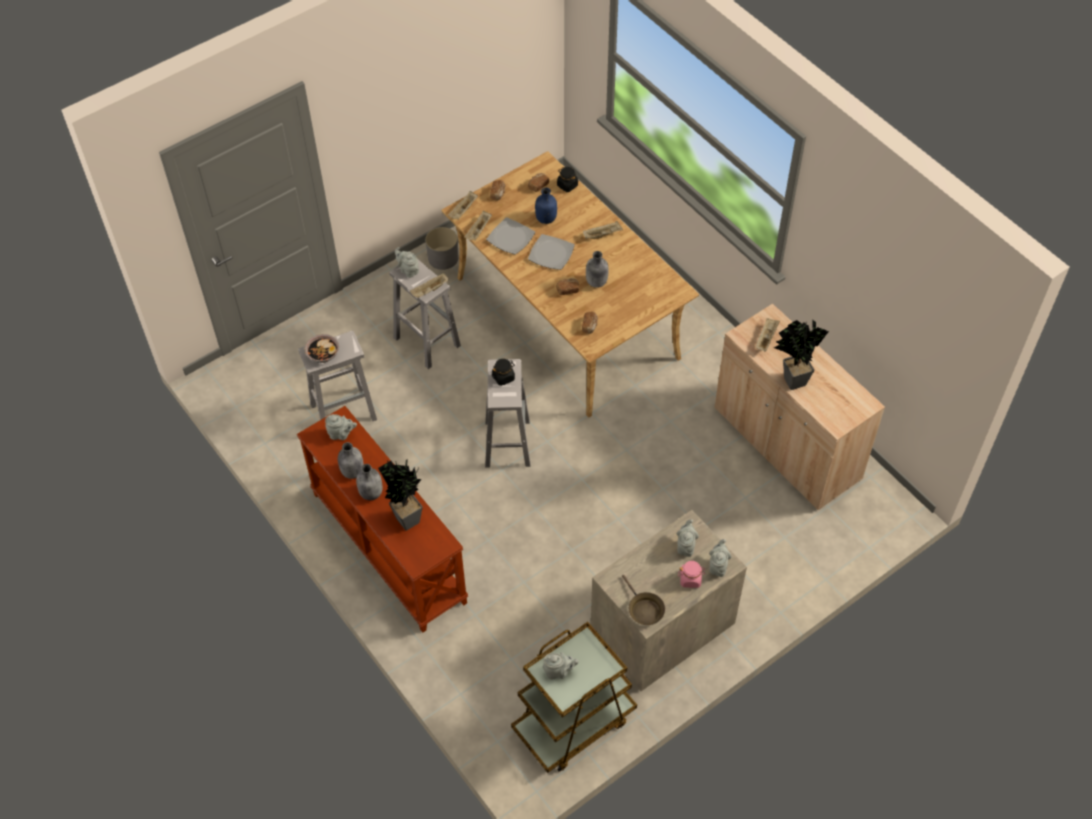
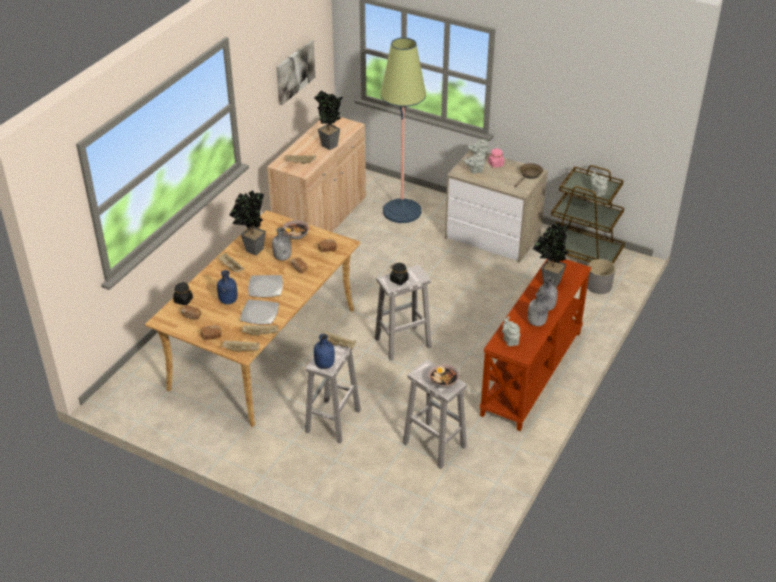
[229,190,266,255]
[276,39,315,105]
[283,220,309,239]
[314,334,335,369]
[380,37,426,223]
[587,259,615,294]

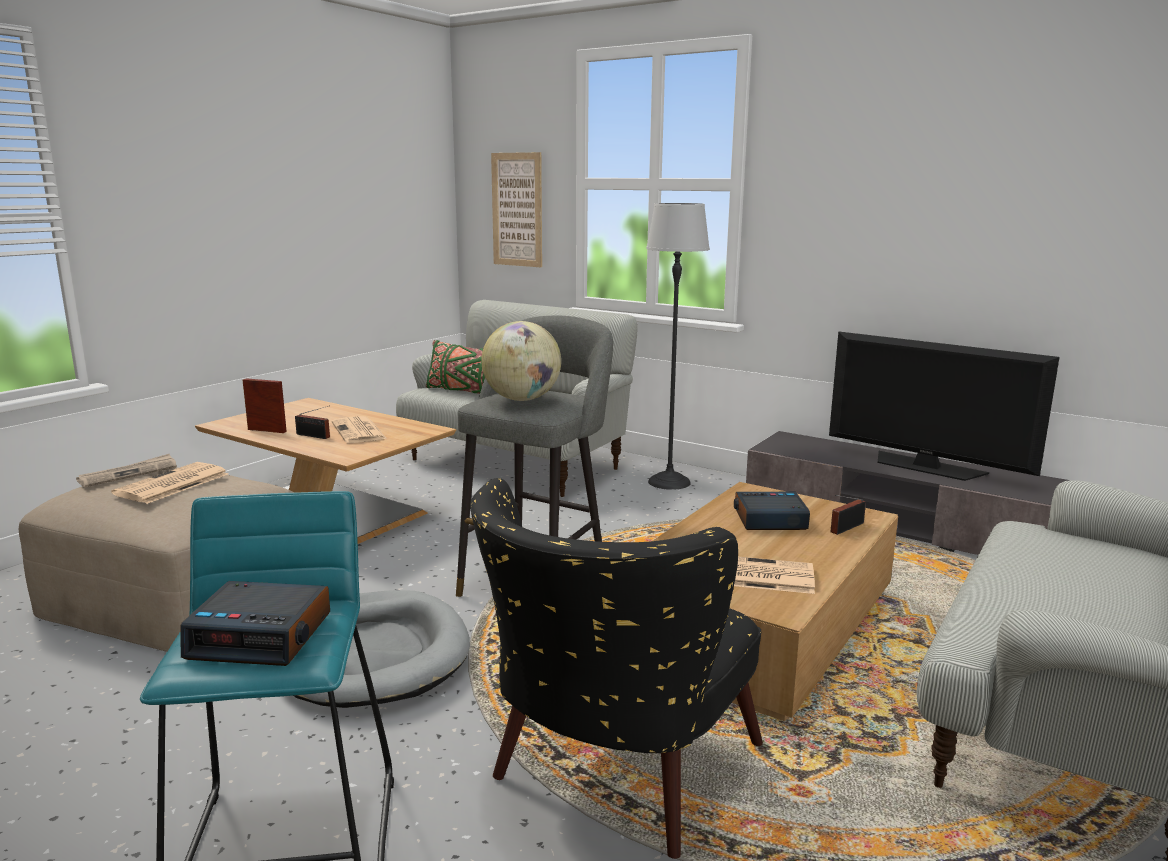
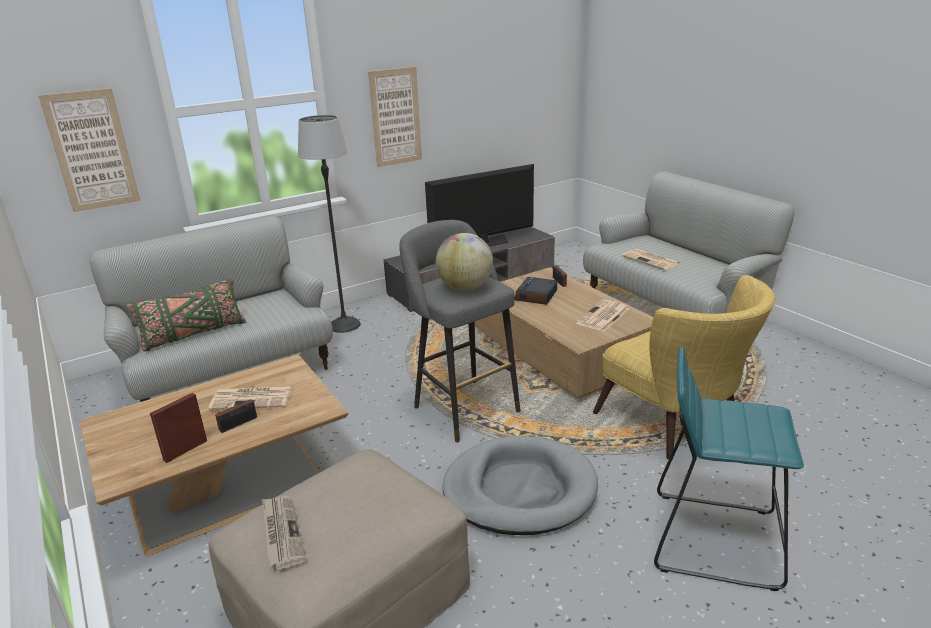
[368,67,422,167]
[593,275,776,460]
[622,249,680,270]
[181,581,330,666] (first image)

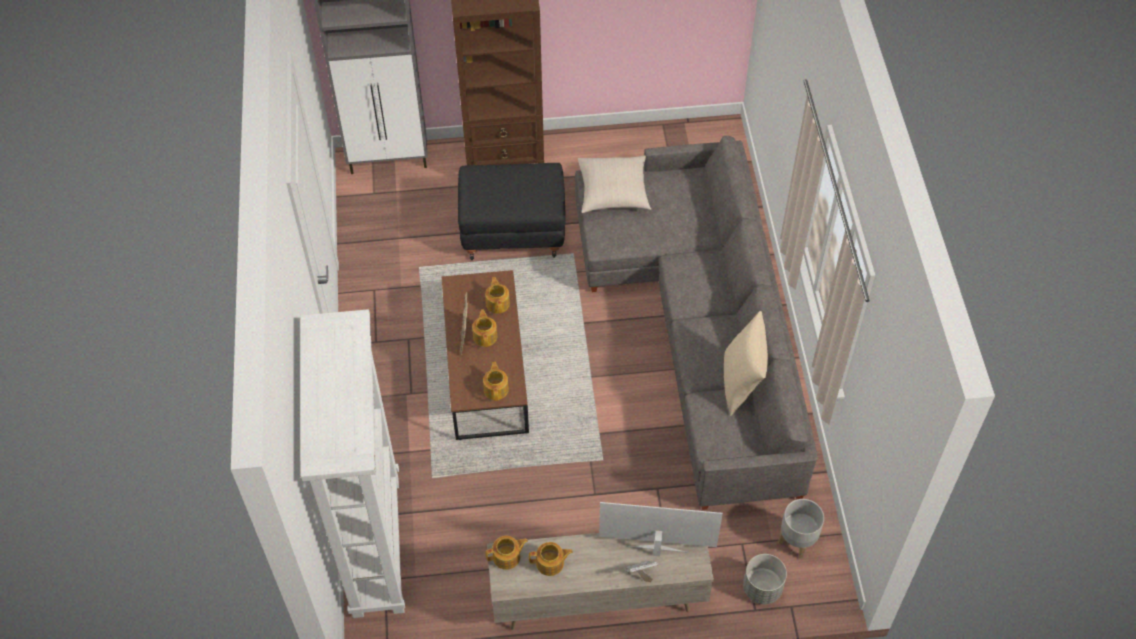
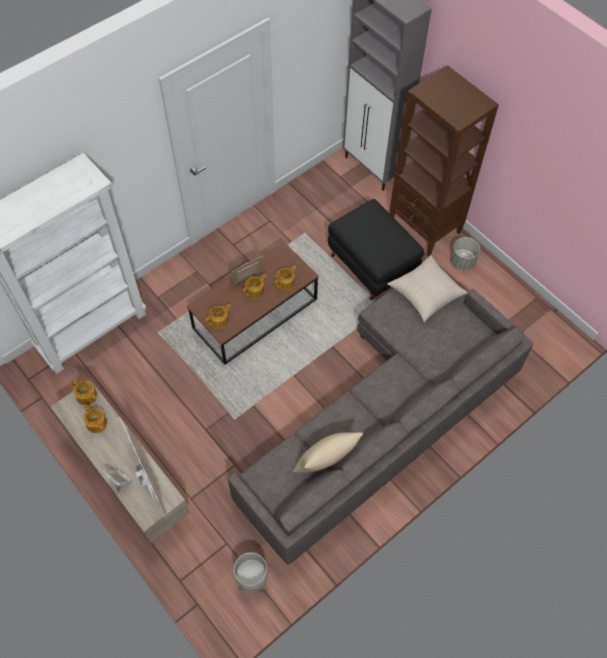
[450,237,480,270]

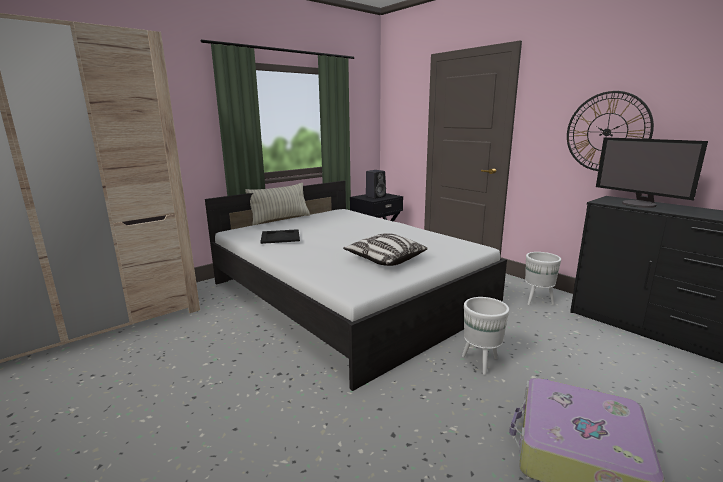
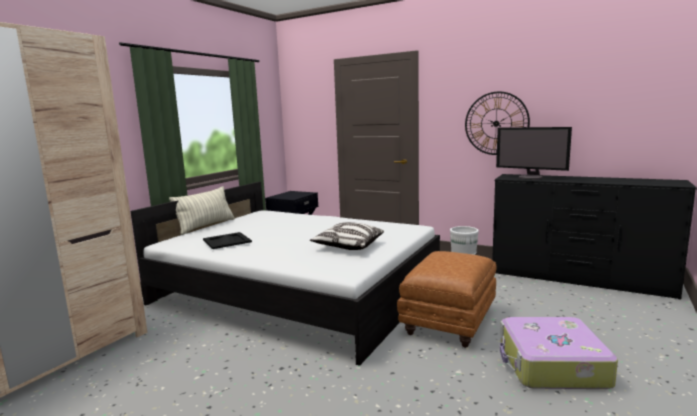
[397,251,497,347]
[366,170,386,198] (first image)

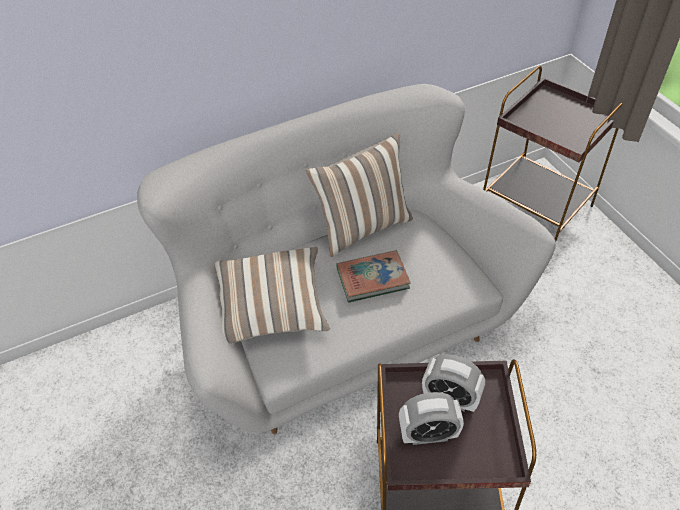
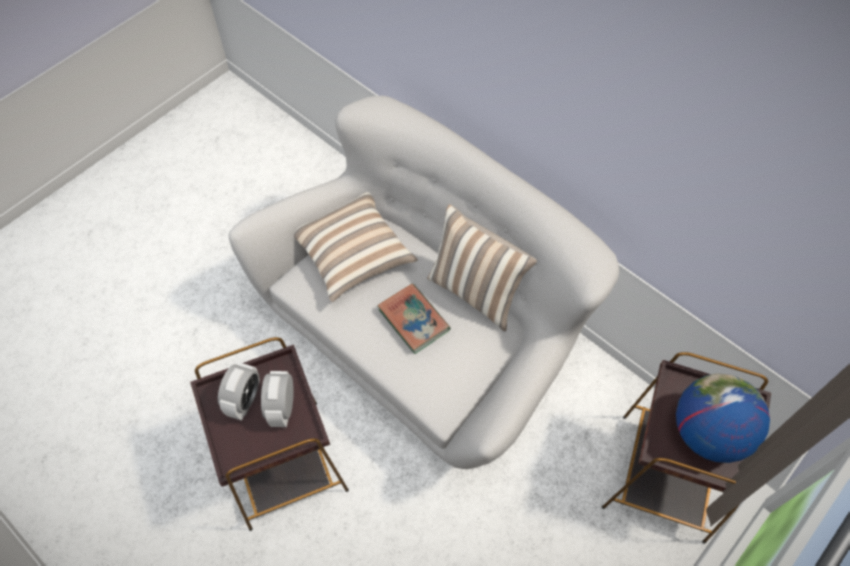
[218,362,260,421]
[676,373,770,463]

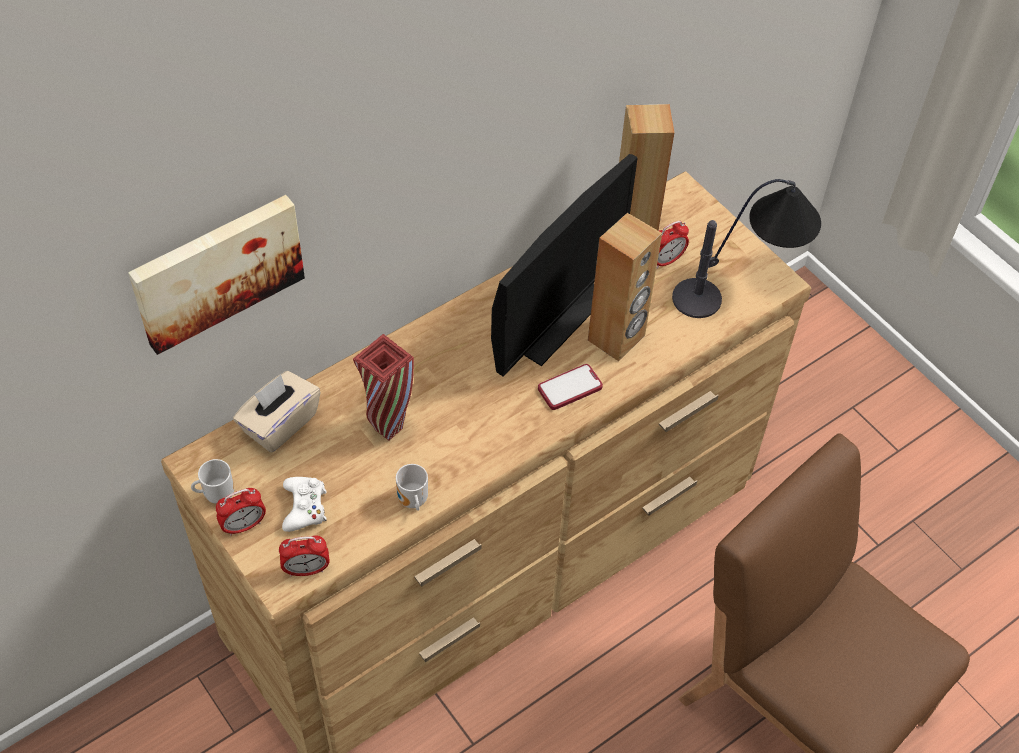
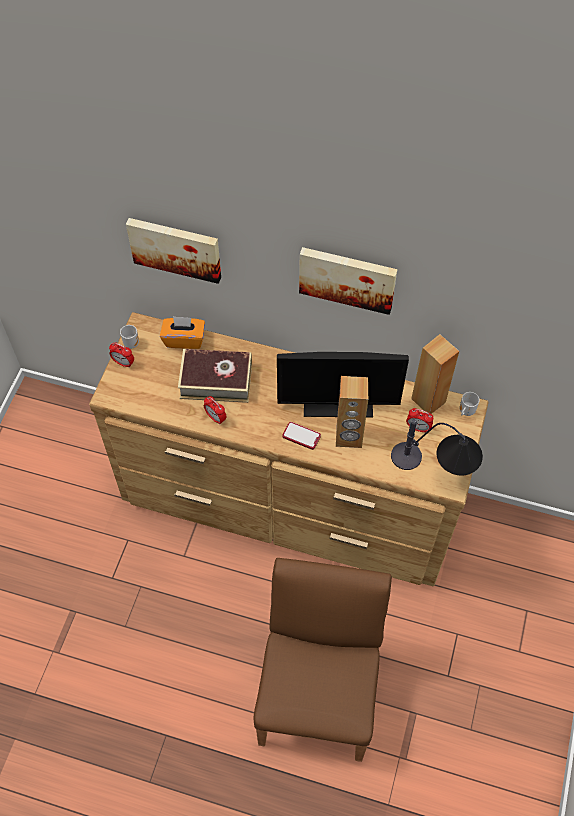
[160,316,205,349]
[178,349,252,403]
[204,396,226,425]
[299,247,397,315]
[460,392,480,416]
[282,477,327,532] (first image)

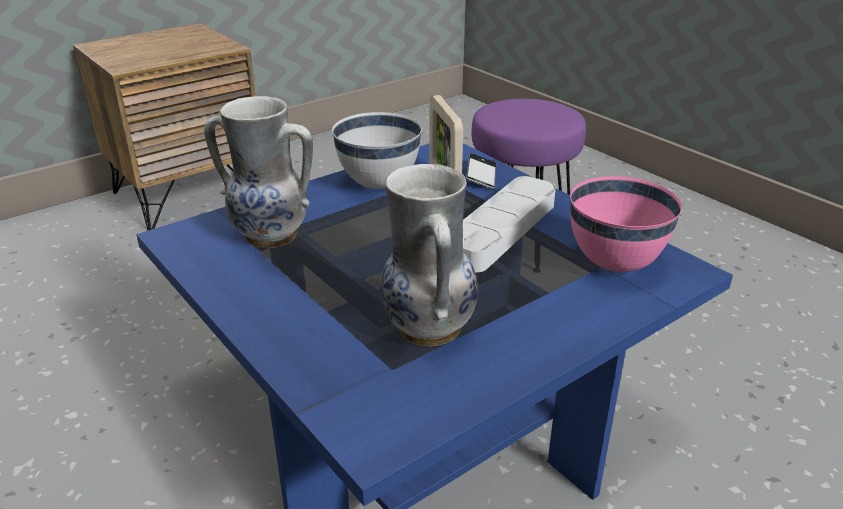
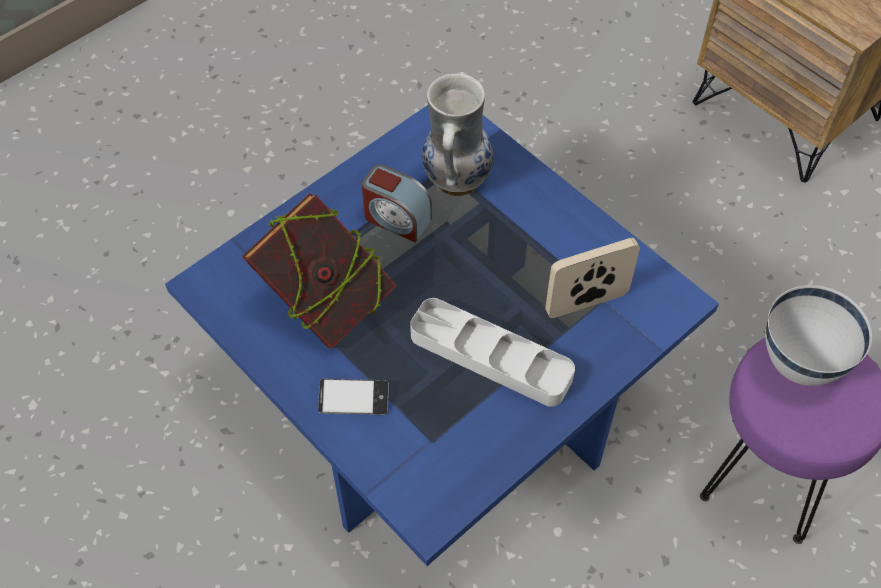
[242,193,397,349]
[318,379,389,415]
[362,164,432,243]
[766,285,872,386]
[570,176,682,272] (first image)

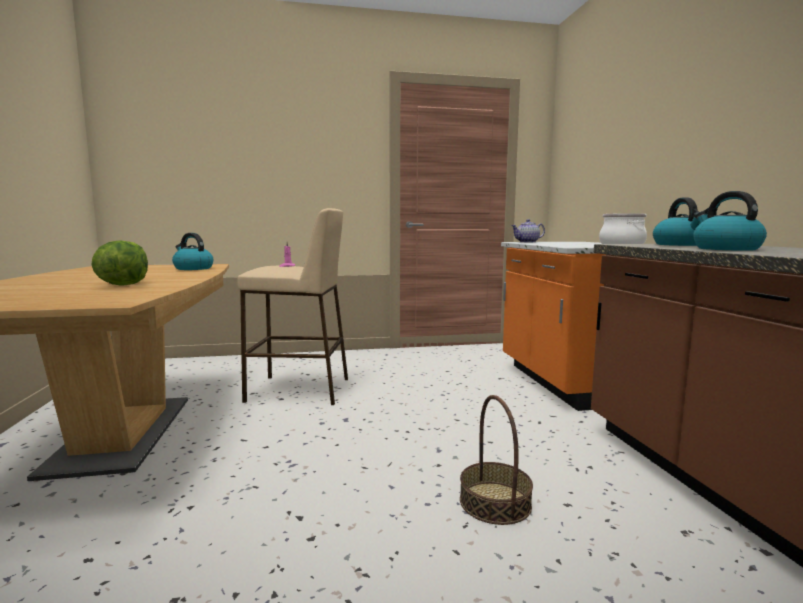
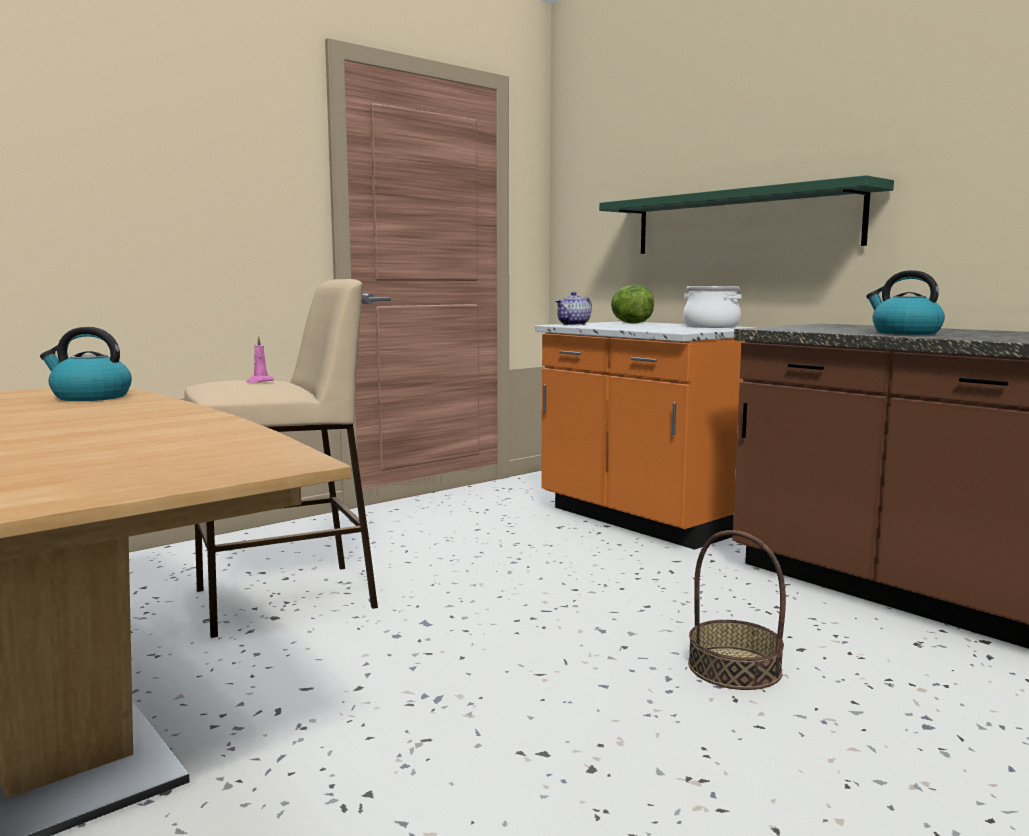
[599,175,894,254]
[611,285,654,324]
[653,197,699,246] (first image)

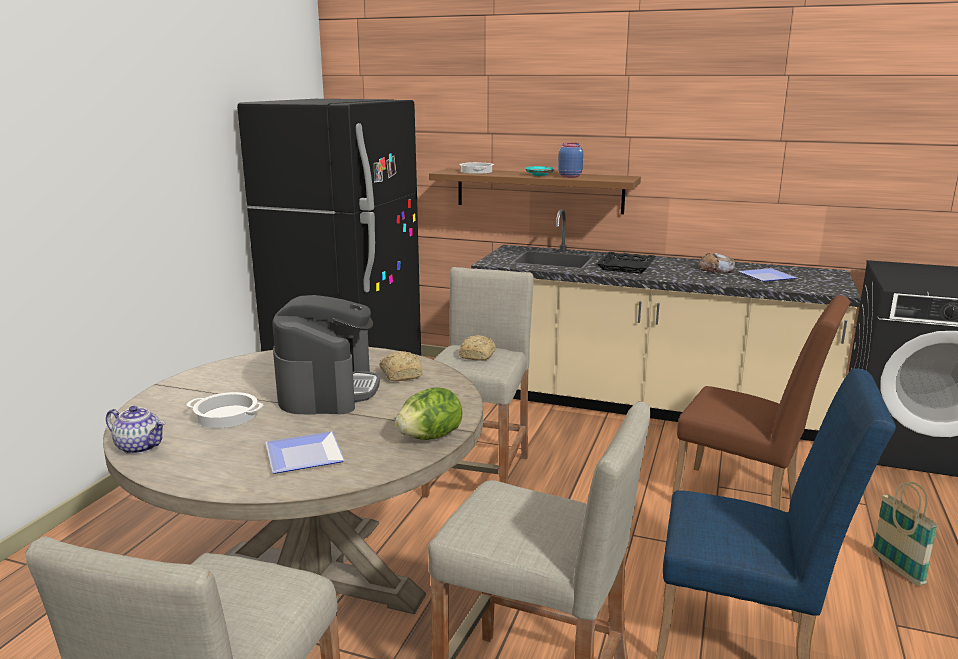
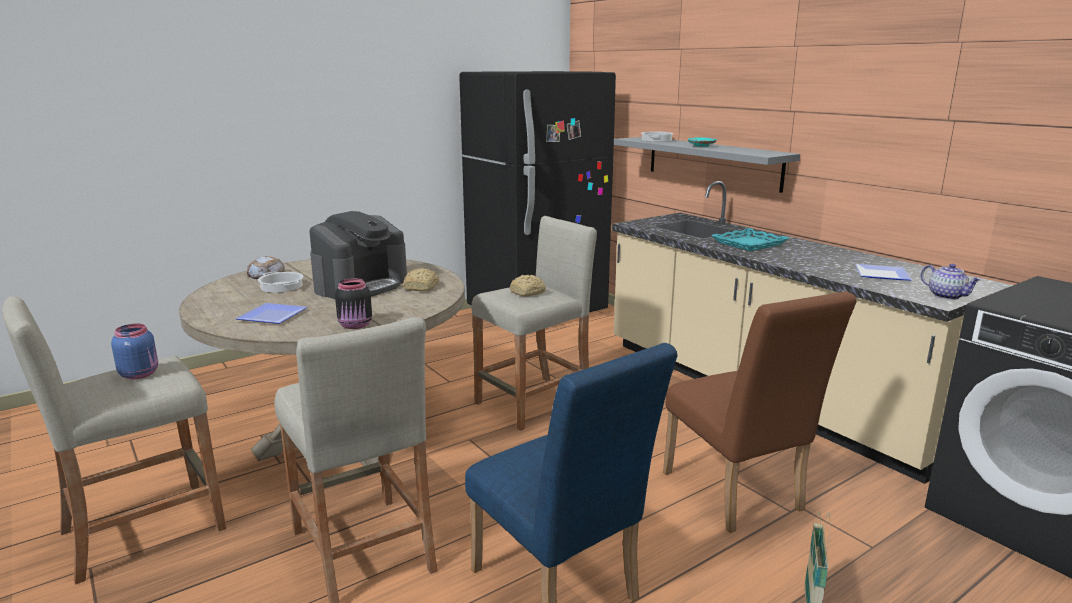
[111,324,158,379]
[247,256,285,279]
[335,278,372,329]
[614,137,800,193]
[711,228,789,251]
[921,264,982,300]

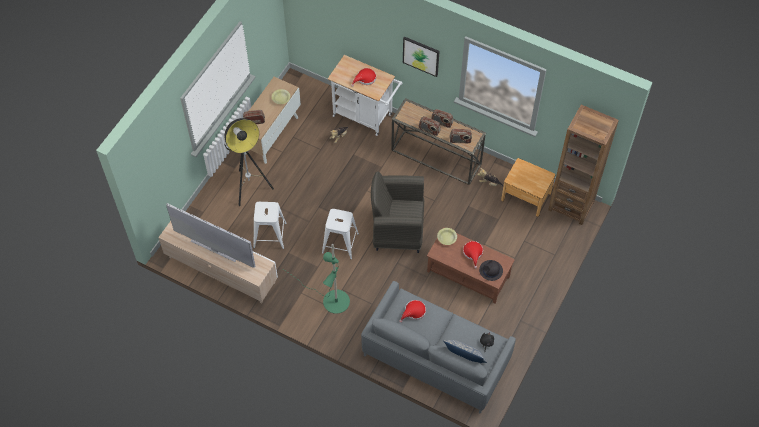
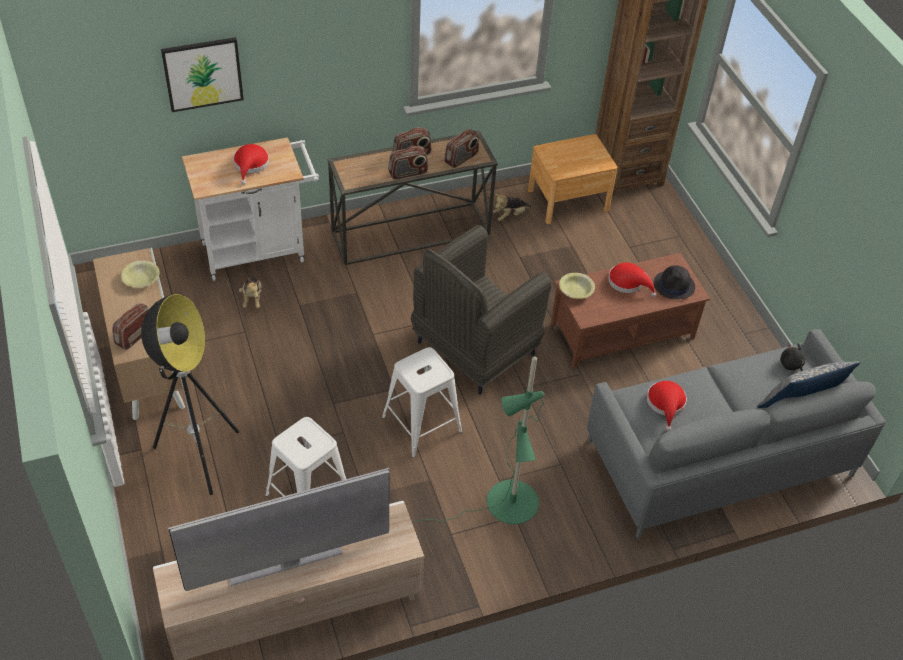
[161,37,244,112]

